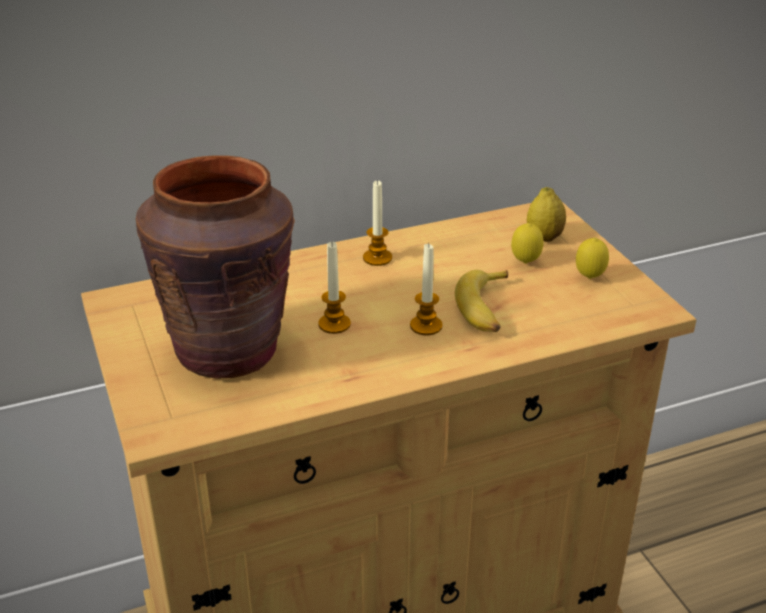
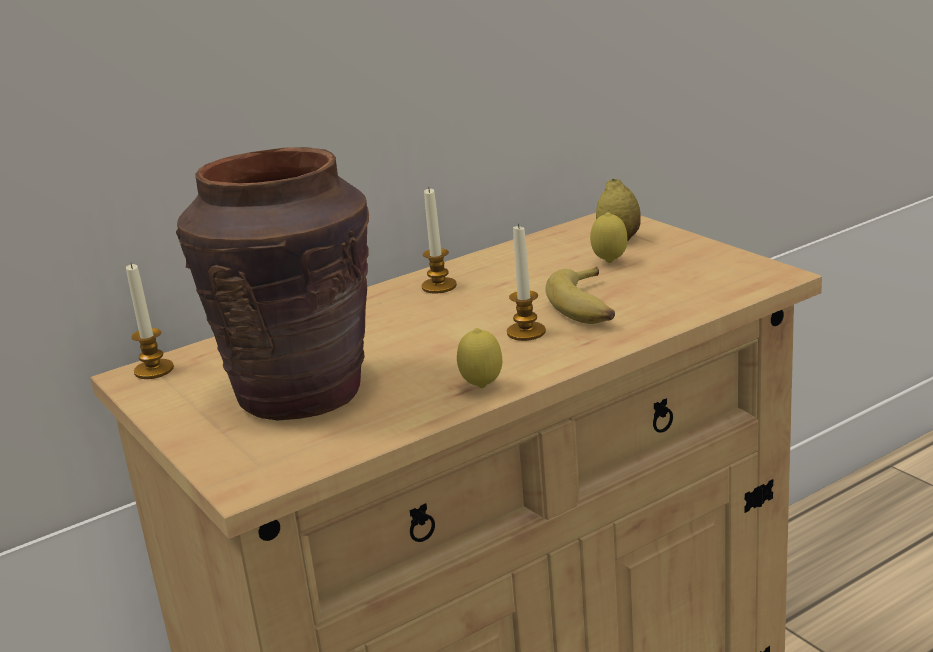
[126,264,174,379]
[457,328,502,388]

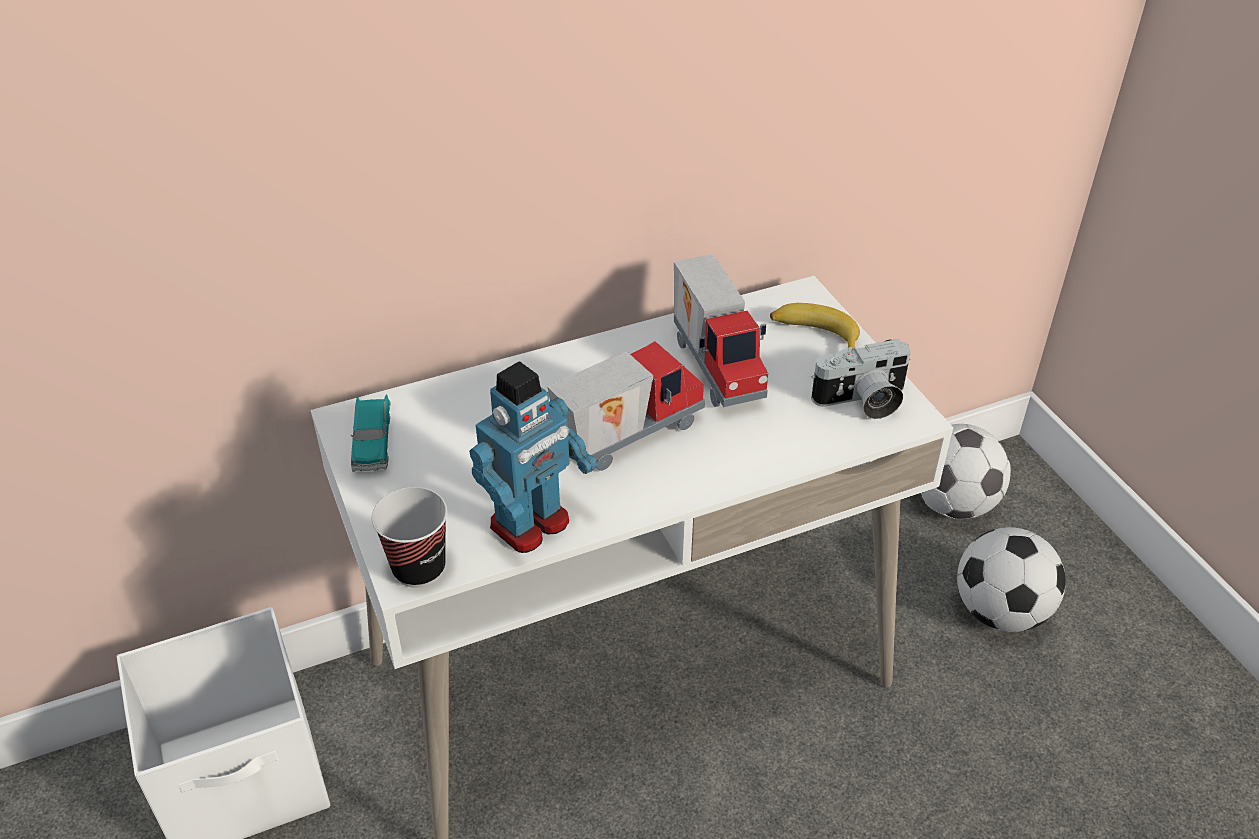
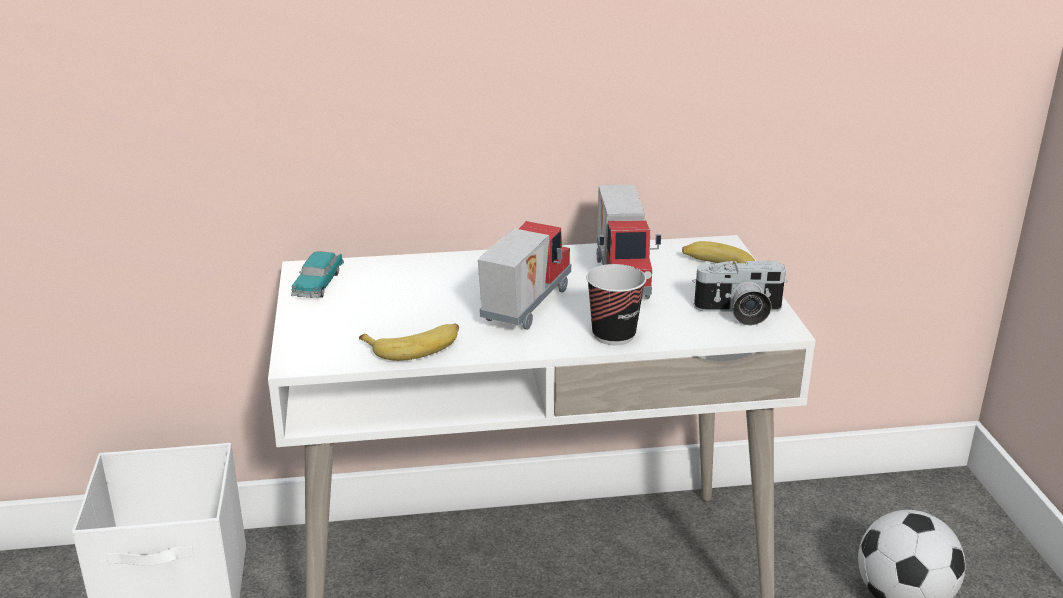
[359,324,459,361]
[478,221,571,330]
[586,264,646,345]
[919,424,1011,519] (first image)

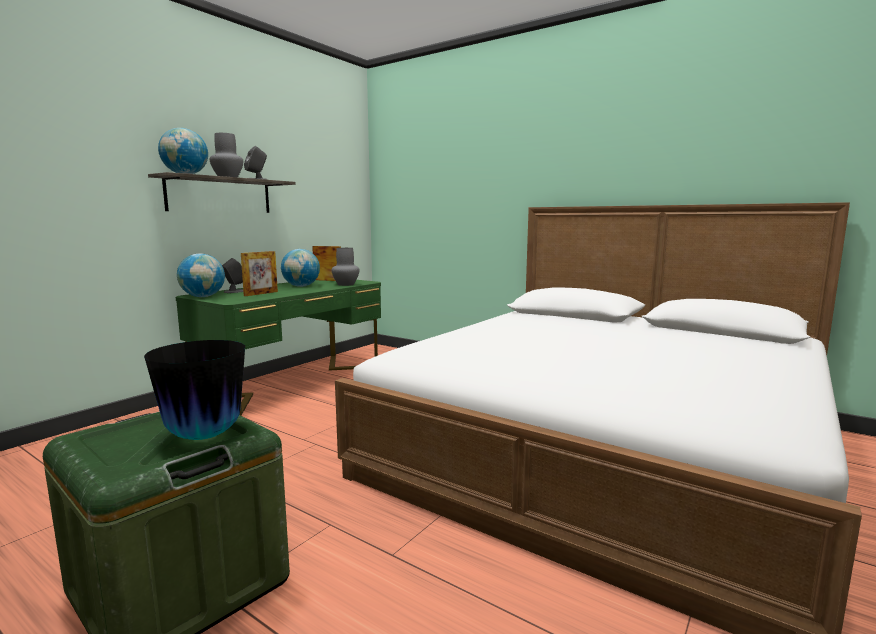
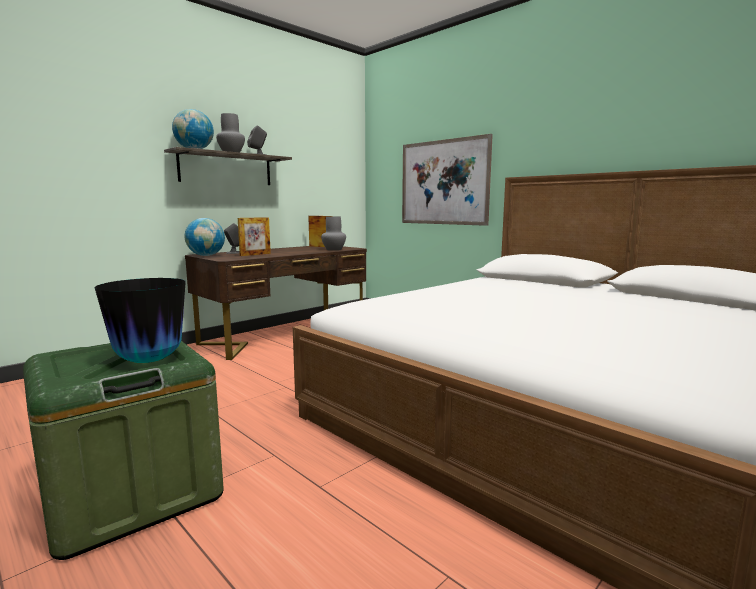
[185,246,367,360]
[402,134,493,226]
[281,249,320,287] (first image)

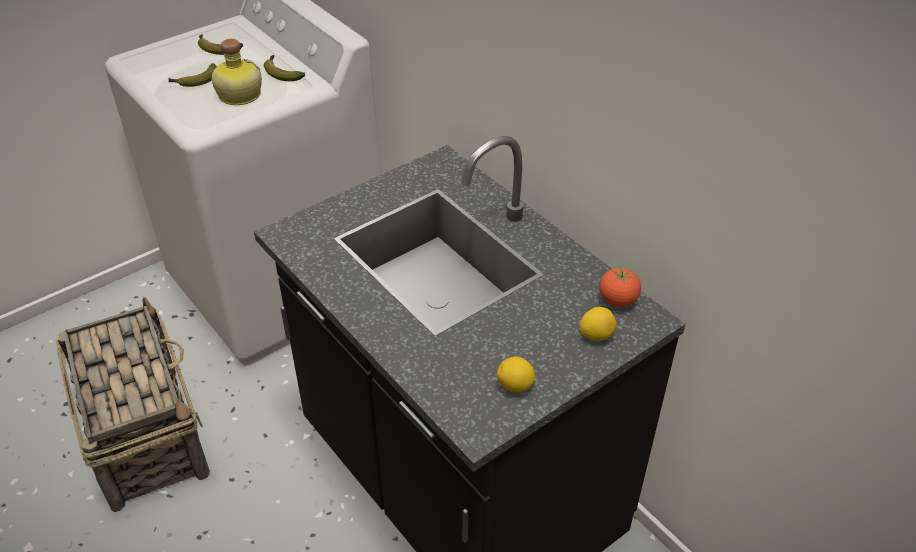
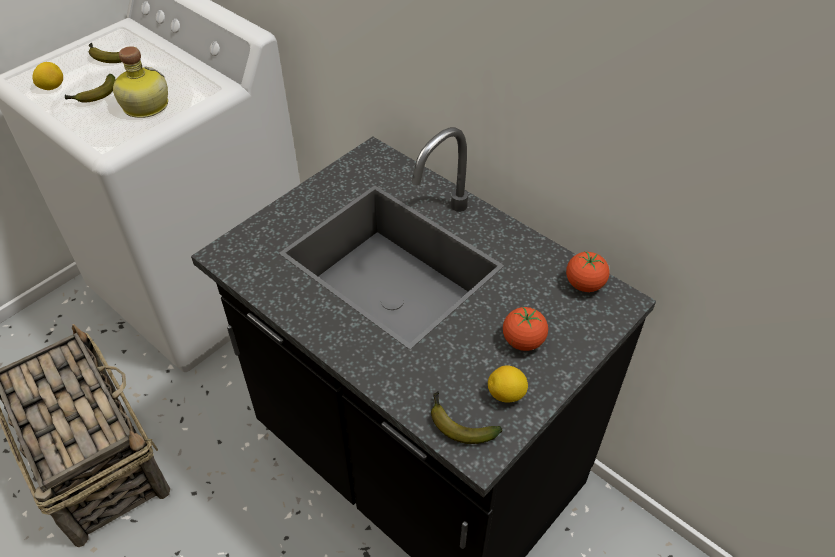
[32,62,63,90]
[431,392,502,444]
[503,307,548,351]

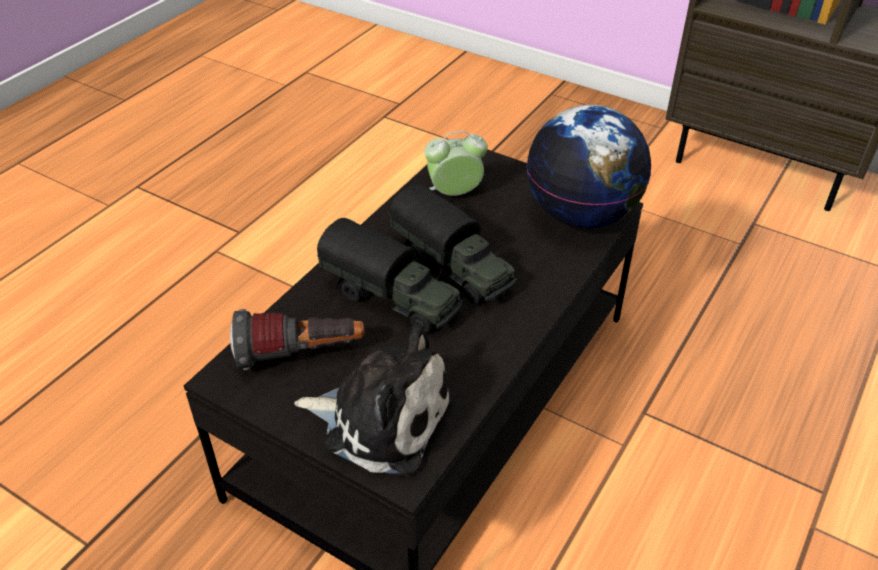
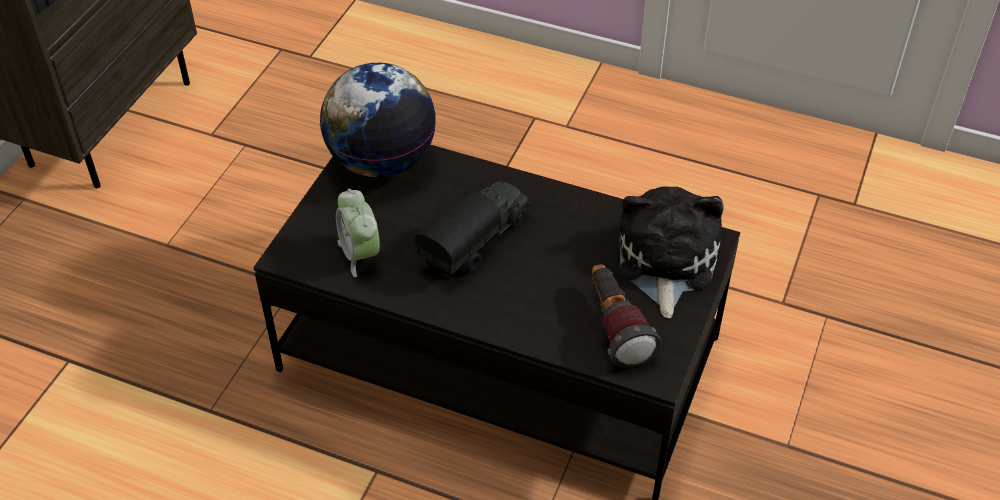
[317,218,462,333] (first image)

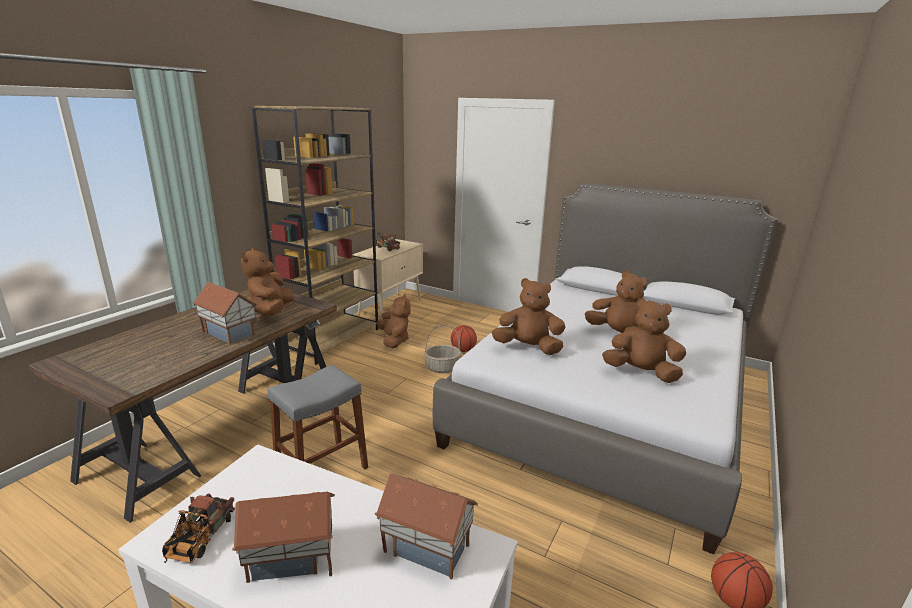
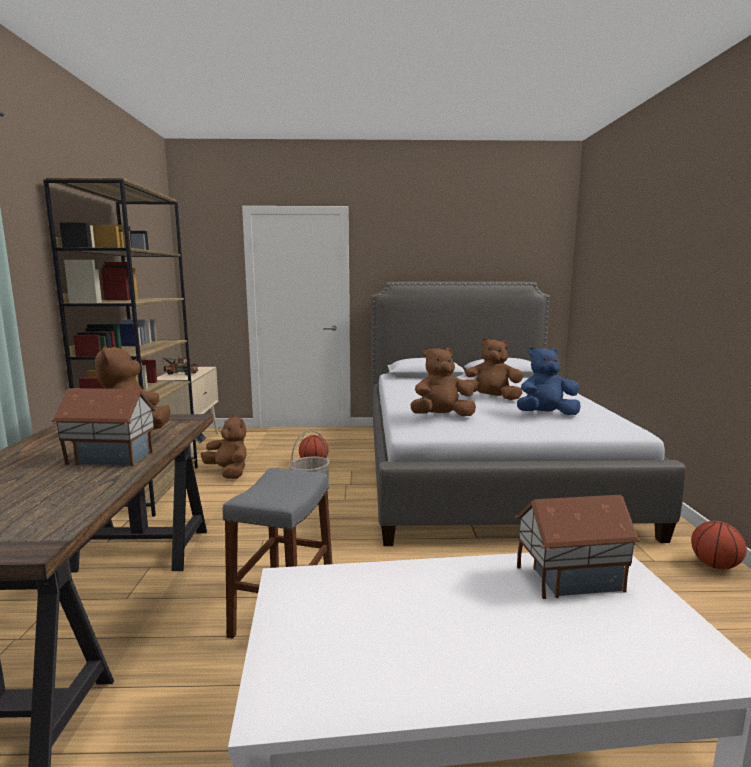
[517,347,581,415]
[162,493,235,563] (first image)
[232,492,335,583] (first image)

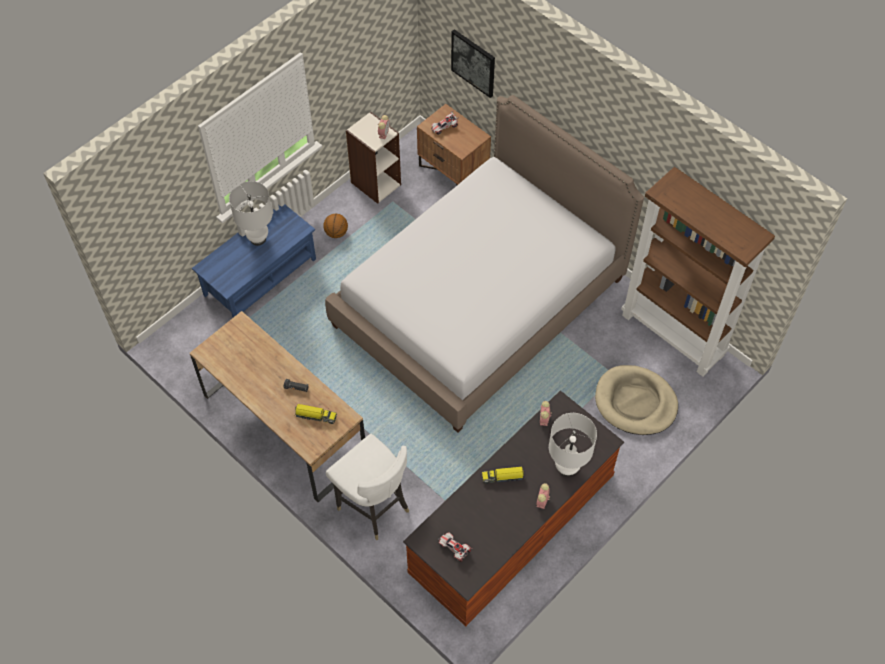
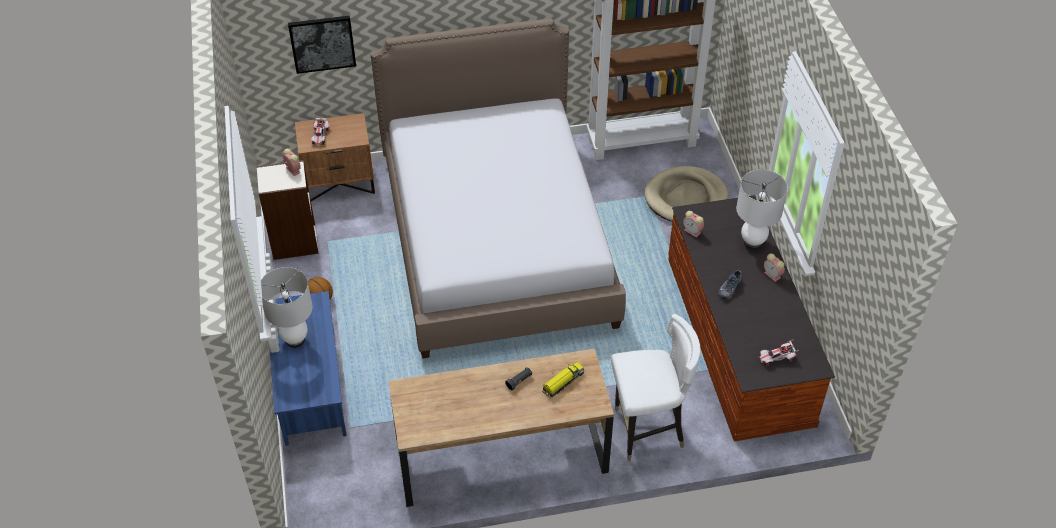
[719,270,742,300]

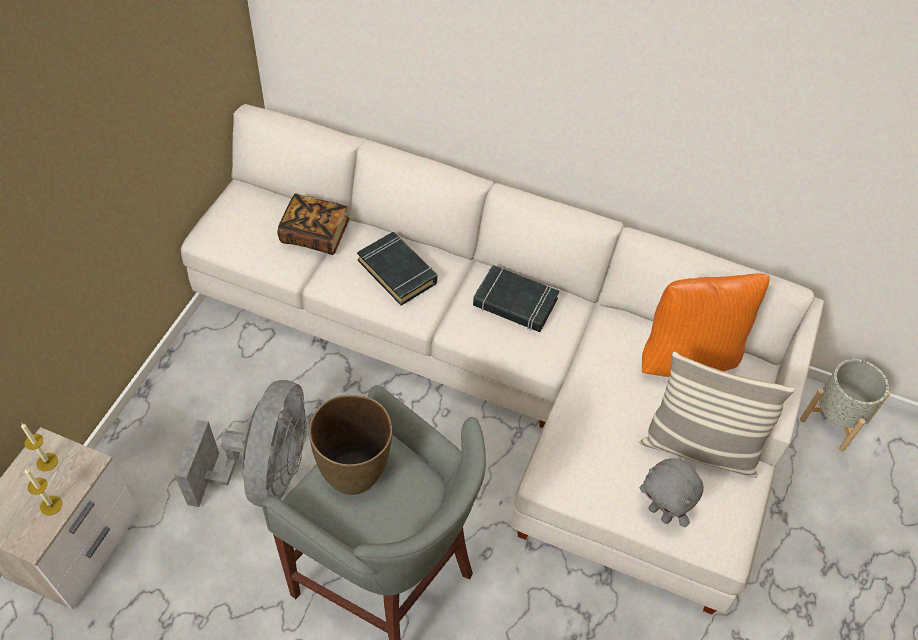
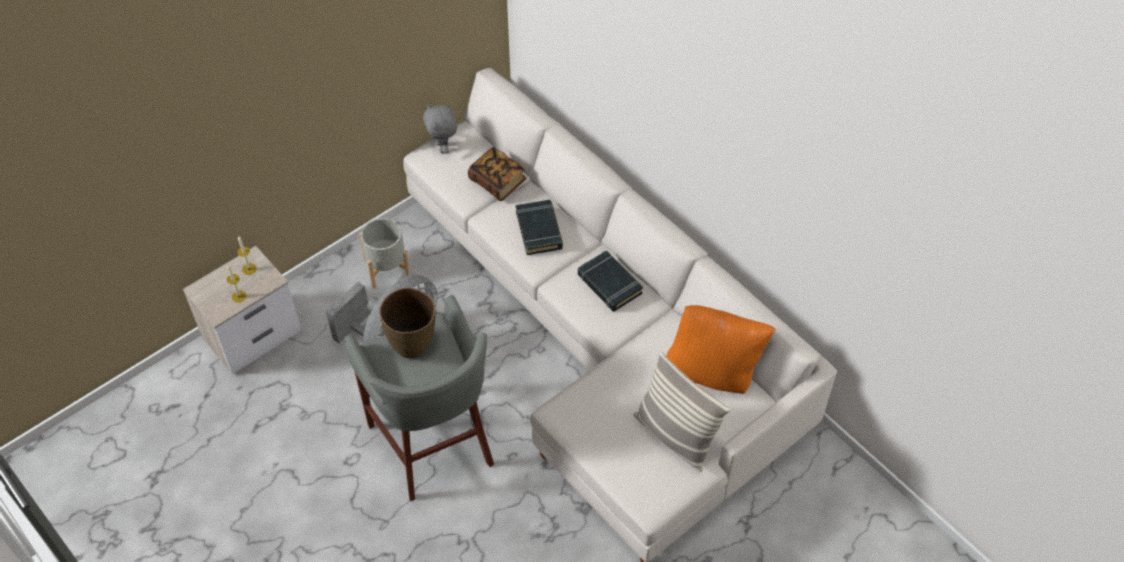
[359,218,411,289]
[423,104,457,154]

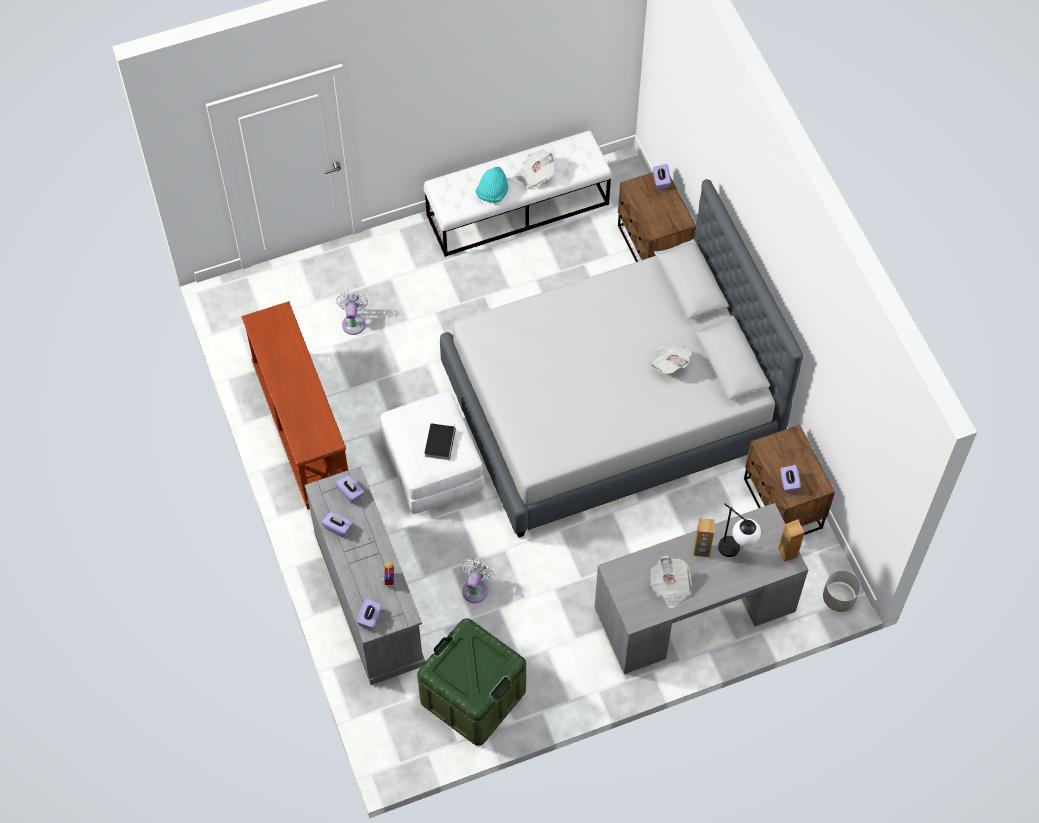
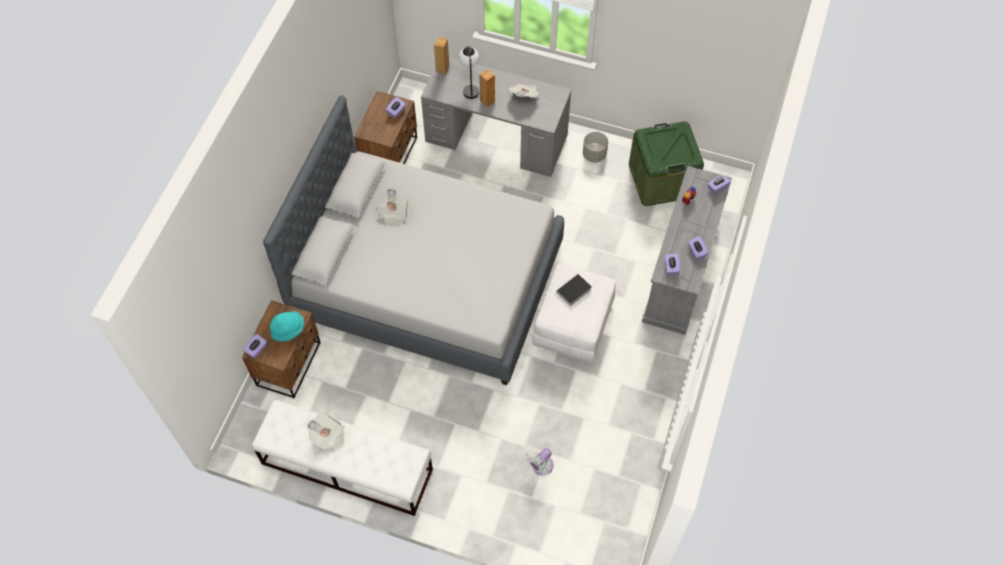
[270,311,304,341]
[583,131,608,163]
[241,301,348,510] (first image)
[462,558,495,603] (first image)

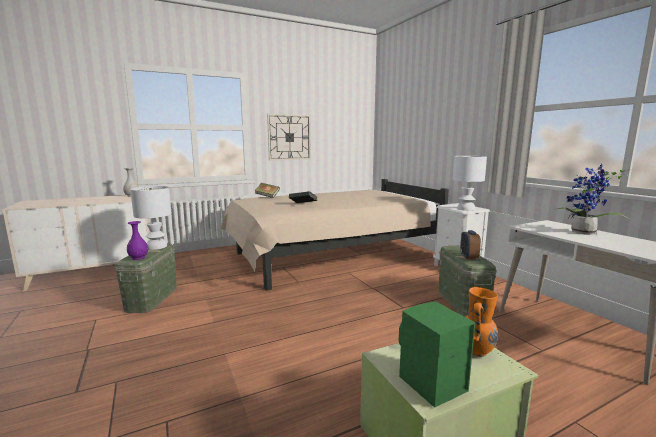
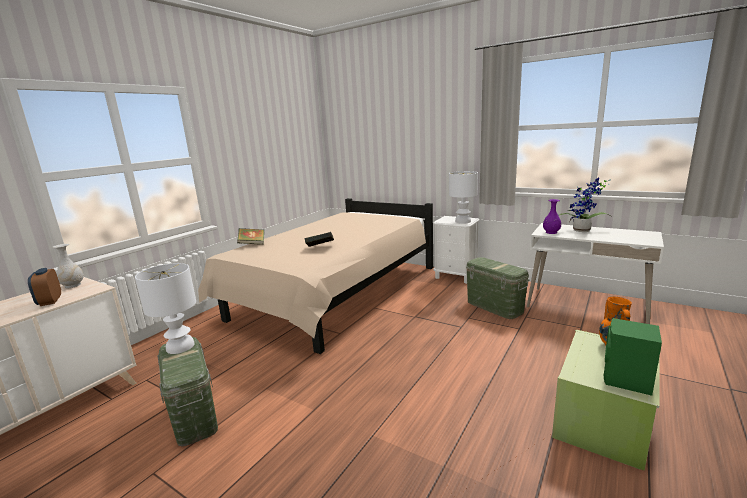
[28,268,61,306]
[543,199,561,234]
[267,114,311,161] (first image)

